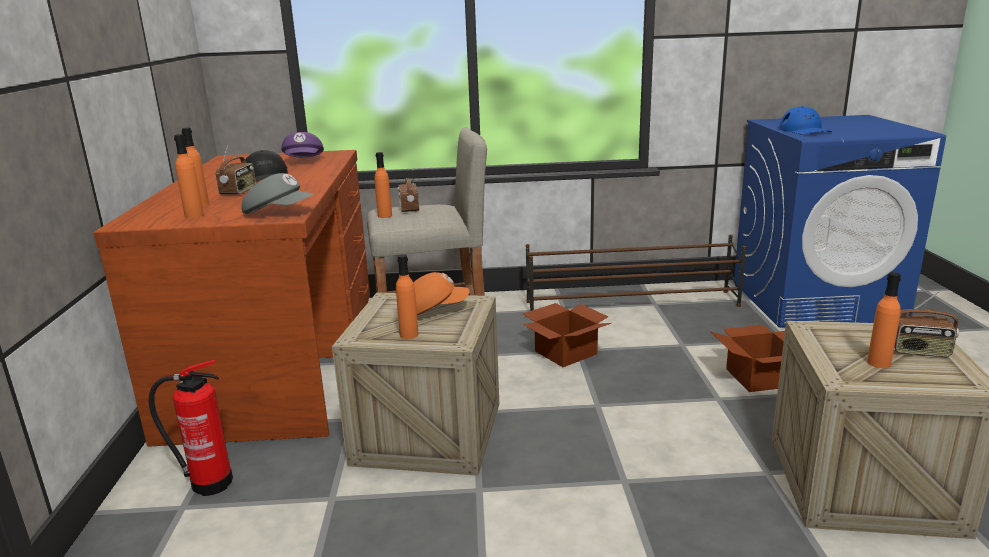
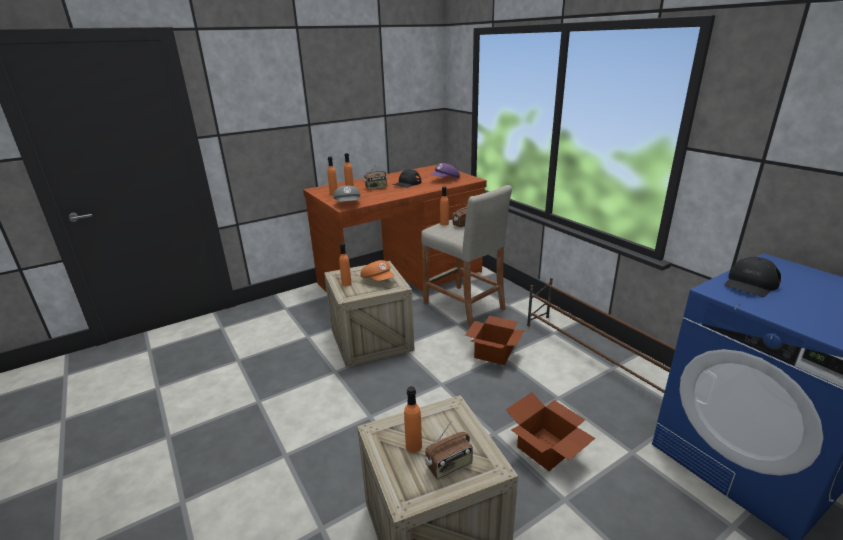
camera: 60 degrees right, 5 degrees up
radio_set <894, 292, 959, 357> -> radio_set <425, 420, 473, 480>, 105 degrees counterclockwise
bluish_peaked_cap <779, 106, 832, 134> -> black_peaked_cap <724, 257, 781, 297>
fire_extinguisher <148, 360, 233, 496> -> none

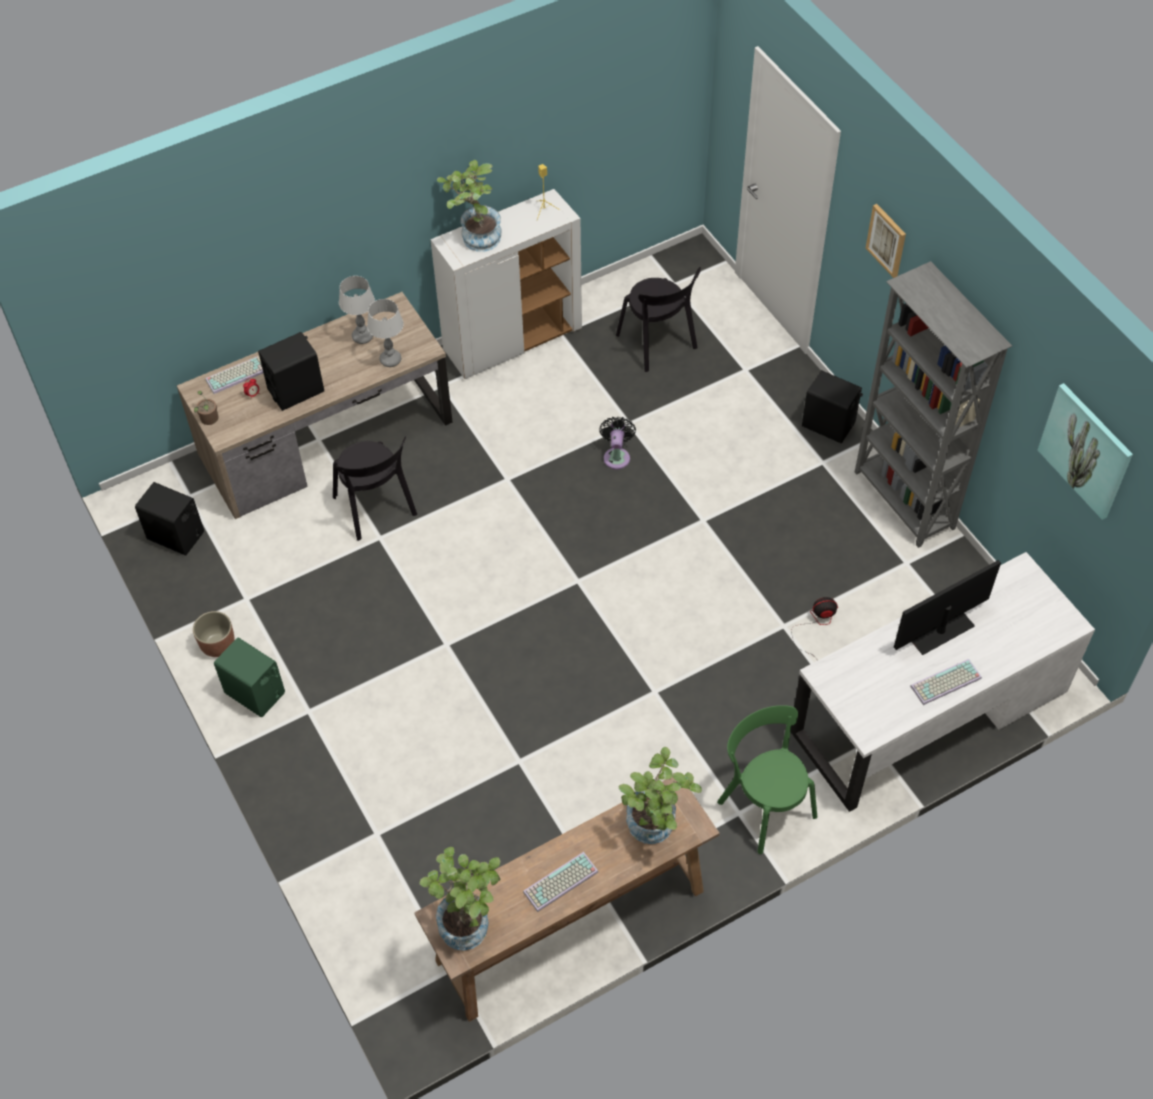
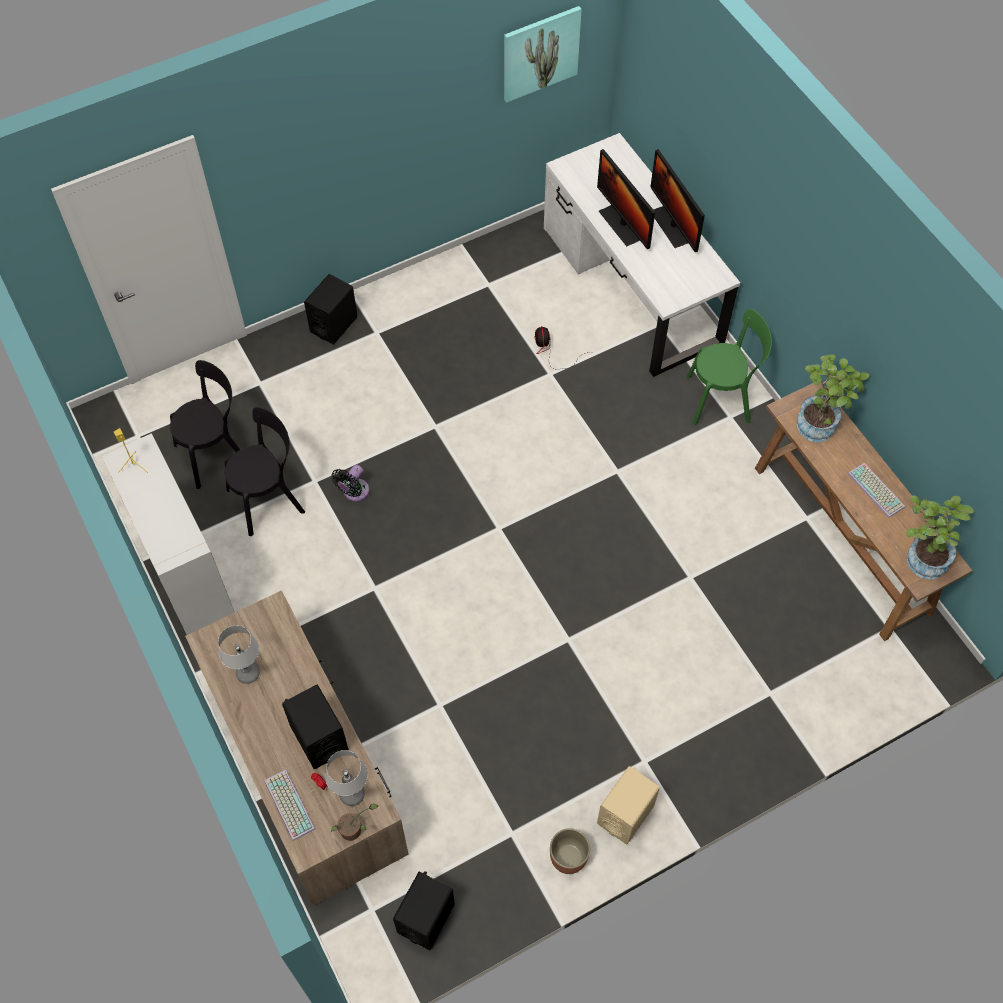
camera: 90 degrees left, 5 degrees up
black_plain_chair <333, 436, 417, 541> -> black_plain_chair <225, 407, 305, 536>, move
tabletop_lamp <367, 299, 404, 367> -> tabletop_lamp <325, 750, 368, 806>, move
black_cooling_fan <599, 416, 636, 469> -> black_cooling_fan <331, 465, 369, 501>, 60 degrees counterclockwise
green-coloured_speaker <214, 637, 285, 717> -> sand-coloured_speaker <597, 766, 660, 844>
computer_keyboard <910, 659, 982, 705> -> computer_display <651, 149, 705, 252>
green-coloured_plain_chair <717, 705, 817, 854> -> green-coloured_plain_chair <686, 309, 772, 425>, 150 degrees counterclockwise
plant_in_a_pot <437, 160, 502, 252> -> none
grey_bookcase <855, 261, 1012, 548> -> none
wall_picture <866, 204, 906, 278> -> none

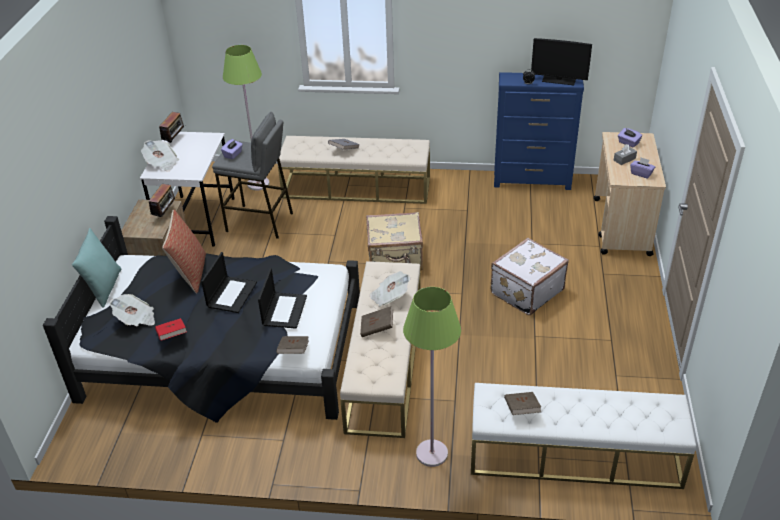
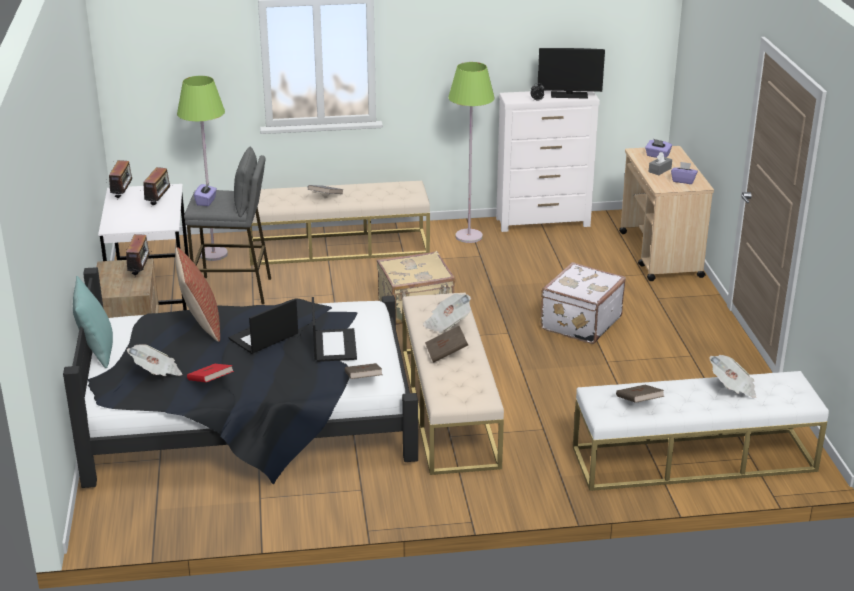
camera: 15 degrees left, 10 degrees down
none -> radio_set <143, 167, 170, 206>
notebook_computer <201, 252, 257, 313> -> notebook_computer <228, 299, 298, 354>, 135 degrees counterclockwise
green-coloured_floor_lamp <403, 287, 461, 467> -> green-coloured_floor_lamp <448, 62, 495, 243>, move
bluish_dresser <494, 72, 584, 190> -> white_dresser <496, 91, 600, 232>
printed_paper <141, 140, 179, 171> -> printed_paper <709, 355, 756, 398>, move

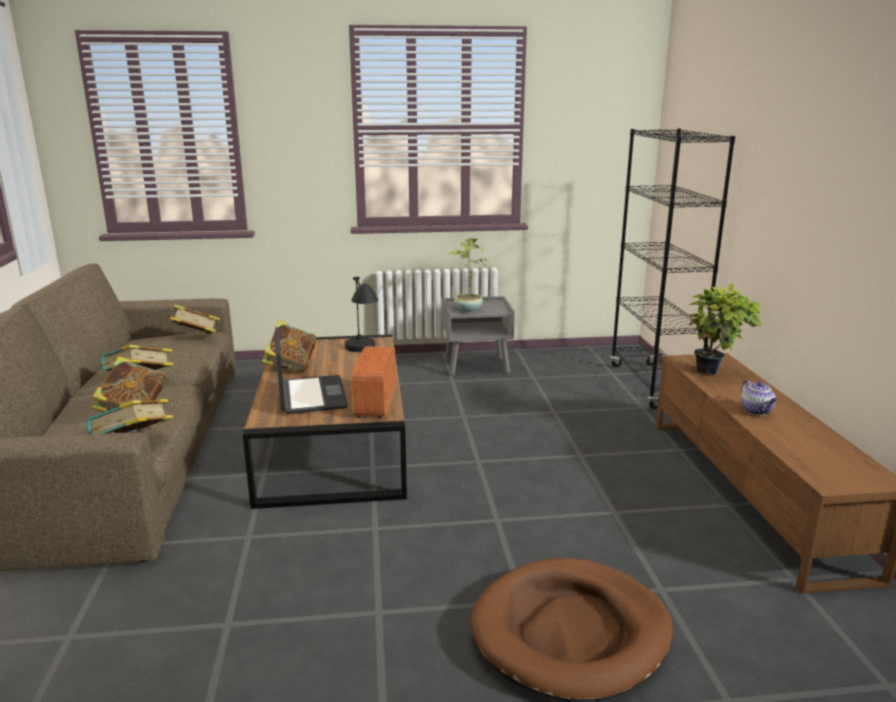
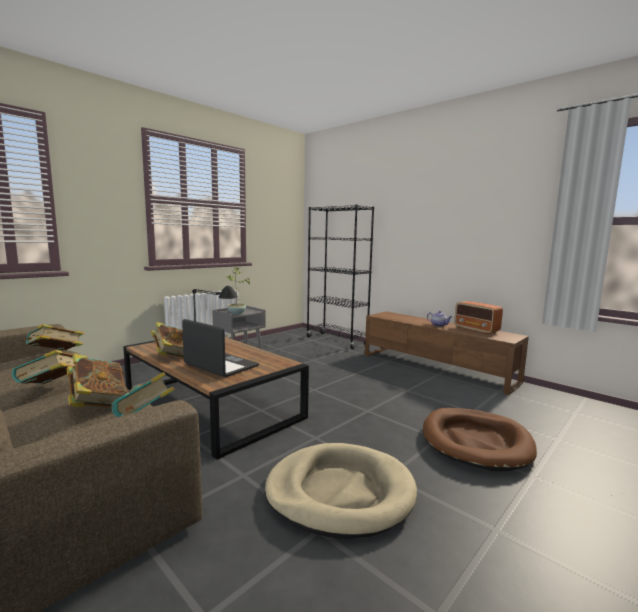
camera: 40 degrees left, 10 degrees down
none -> sand-coloured_dog_bed <265, 443, 417, 539>
radio_set <351, 346, 396, 418> -> radio_set <454, 301, 503, 334>, move
plant_in_a_pot <689, 283, 762, 375> -> none

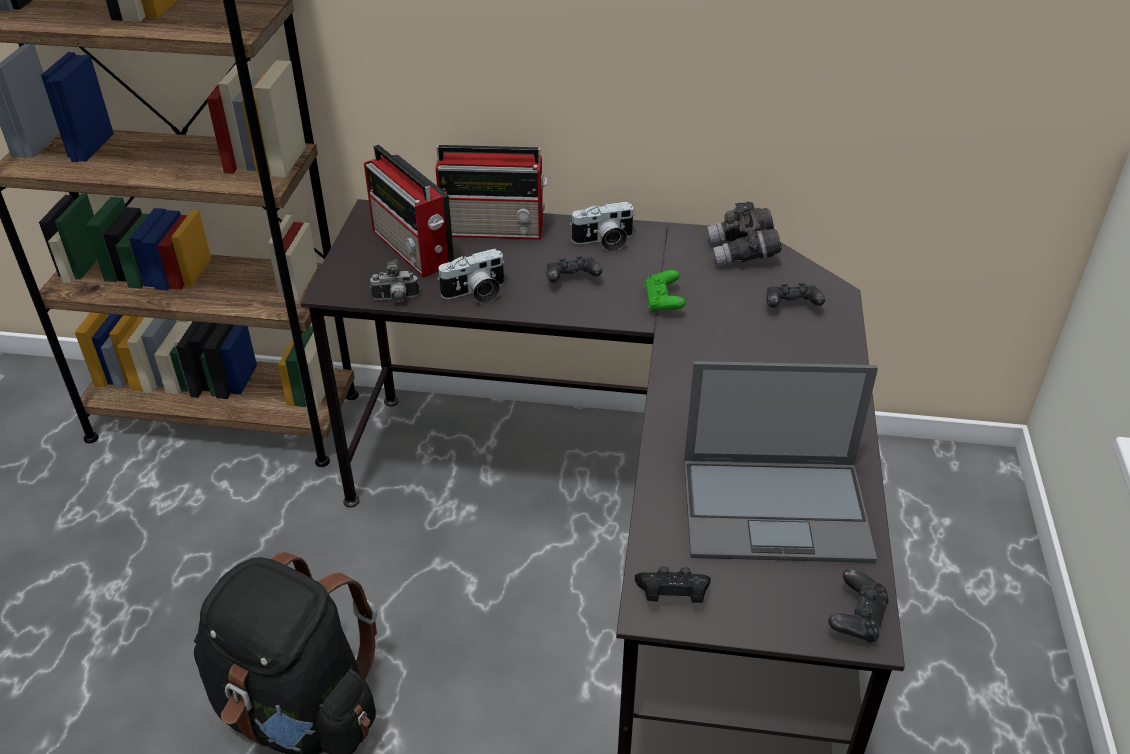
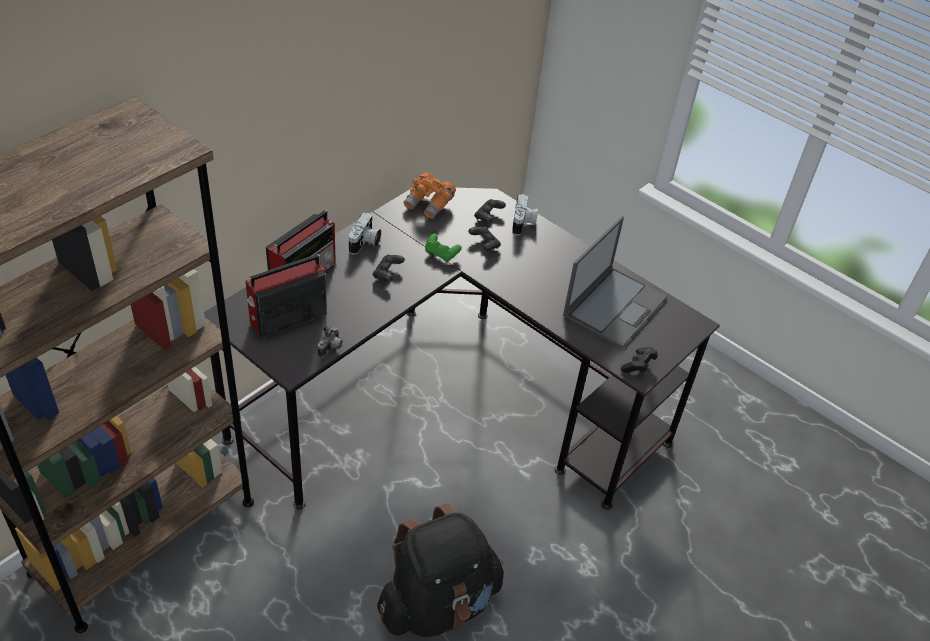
camera: 60 degrees left, 5 degrees up
radio_set <364, 144, 454, 278> -> radio_set <245, 254, 327, 338>, 150 degrees clockwise
grey_field_glasses <707, 202, 782, 266> -> orange-coloured_field_glasses <403, 172, 456, 219>
black_joypad <828, 569, 889, 643> -> black_joypad <468, 226, 501, 251>, move
photo_camera <437, 249, 505, 303> -> photo_camera <512, 194, 538, 235>, move

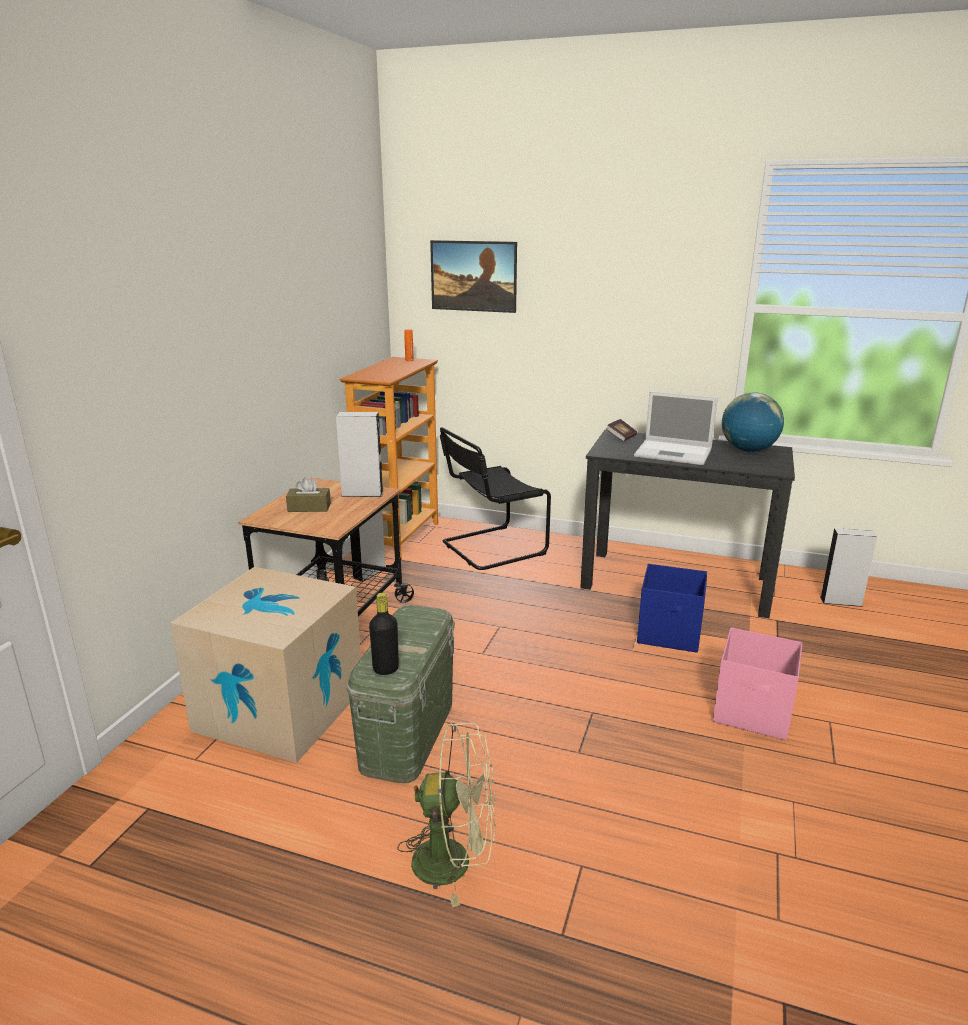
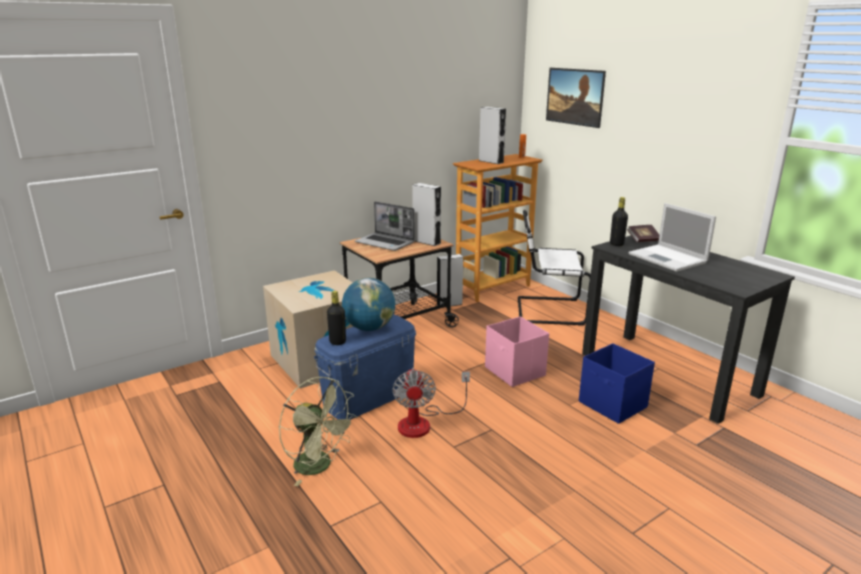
camera: 35 degrees right, 0 degrees up
green-coloured_storage_container <346, 605, 455, 783> -> bluish_storage_container <314, 315, 416, 420>
world_globe <722, 392, 784, 452> -> world_globe <342, 278, 395, 331>, move
brown-coloured_tissue_holder <286, 477, 331, 512> -> notebook_computer <355, 201, 415, 251>
none -> cooling_fan <392, 368, 470, 438>
grey_speaker <820, 528, 877, 607> -> grey_speaker <479, 107, 506, 164>, move
pinkish_storage_container <713, 627, 803, 741> -> pinkish_storage_container <485, 316, 549, 387>, move
black_plain_chair <440, 427, 551, 570> -> white_plain_chair <518, 210, 591, 326>
none -> black_bottle <610, 197, 628, 246>

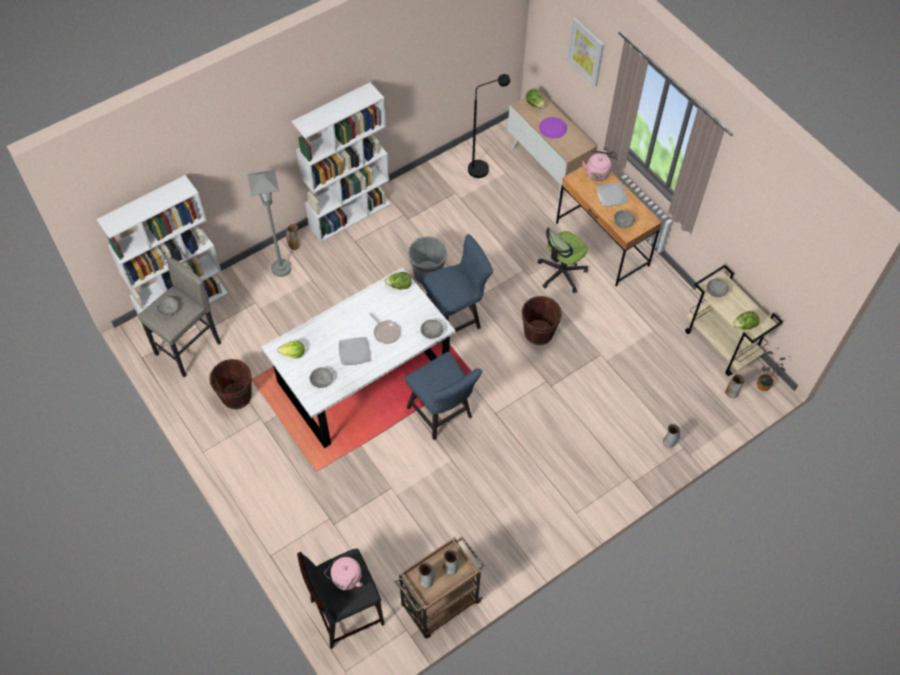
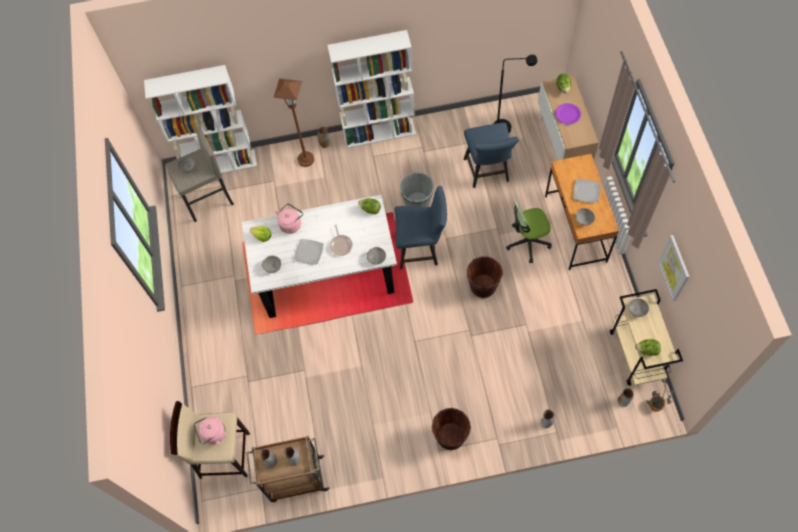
camera: 30 degrees right, 5 degrees up
black_stool <297, 549, 385, 649> -> sand-coloured_stool <170, 401, 250, 479>
grey_floor_lamp <248, 170, 291, 277> -> brown-coloured_floor_lamp <274, 78, 314, 167>
pinkish_water_kettle <582, 150, 613, 181> -> pinkish_water_kettle <275, 203, 303, 234>, move
brown-coloured_bucket <209, 359, 252, 409> -> brown-coloured_bucket <432, 408, 471, 450>, move
bluish_plain_chair <404, 352, 482, 440> -> bluish_plain_chair <463, 123, 519, 188>, move
wall_picture <567, 17, 604, 87> -> wall_picture <658, 235, 689, 301>, move

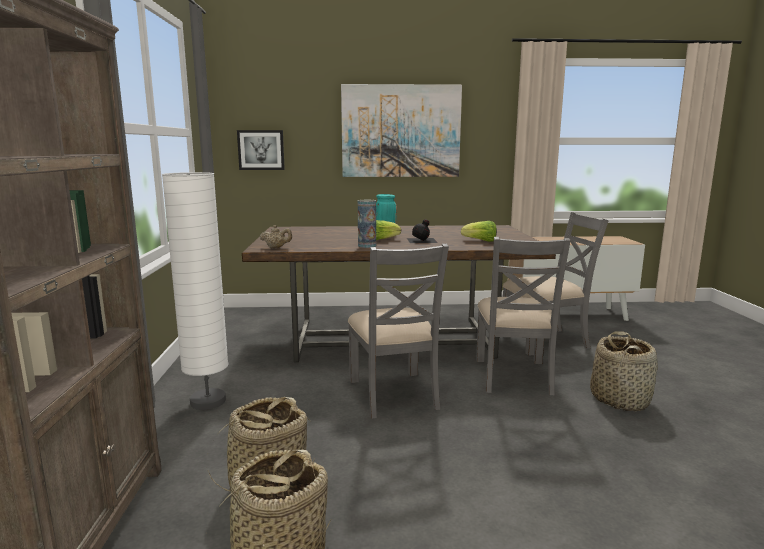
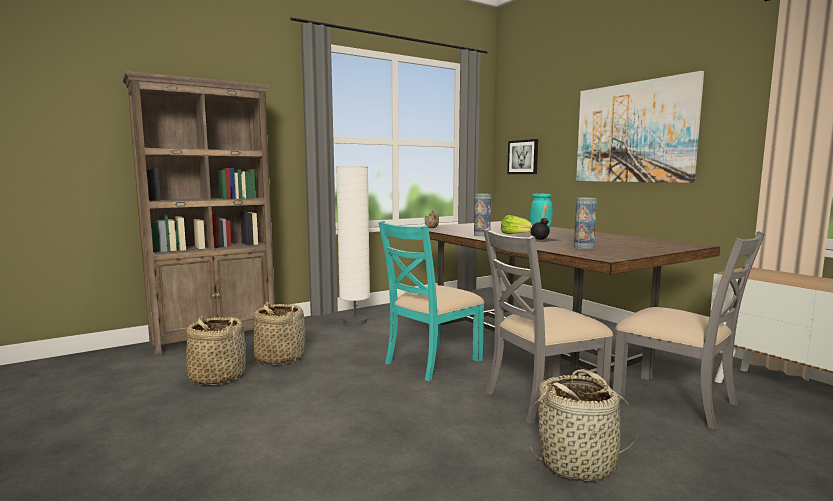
camera: 60 degrees right, 5 degrees down
grey_plain_chair <348, 244, 449, 419> -> blue-green_plain_chair <379, 221, 484, 381>
lettuce <461, 221, 497, 242> -> vase <574, 198, 597, 249>

